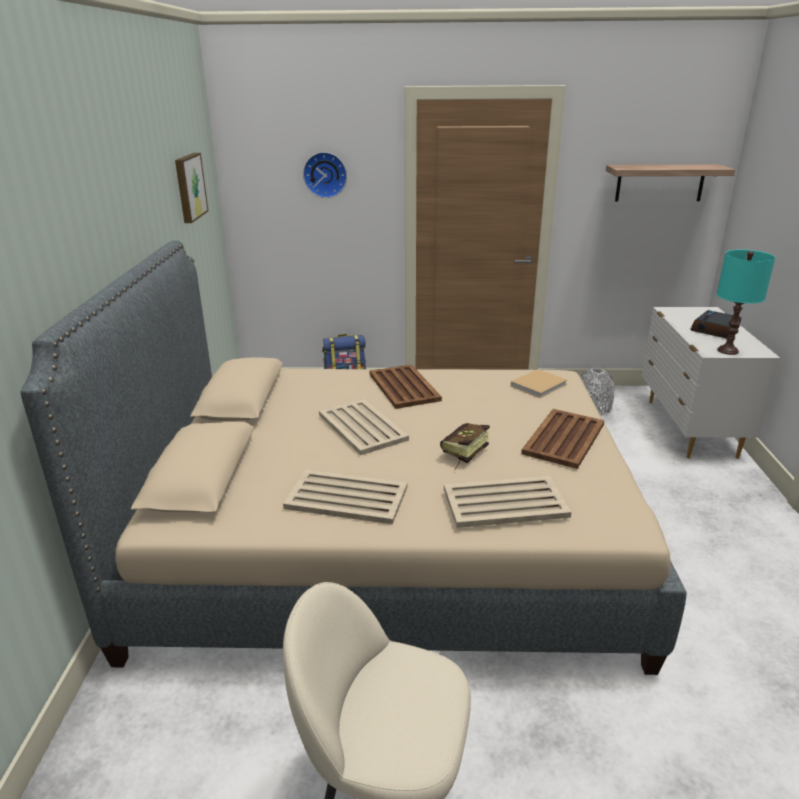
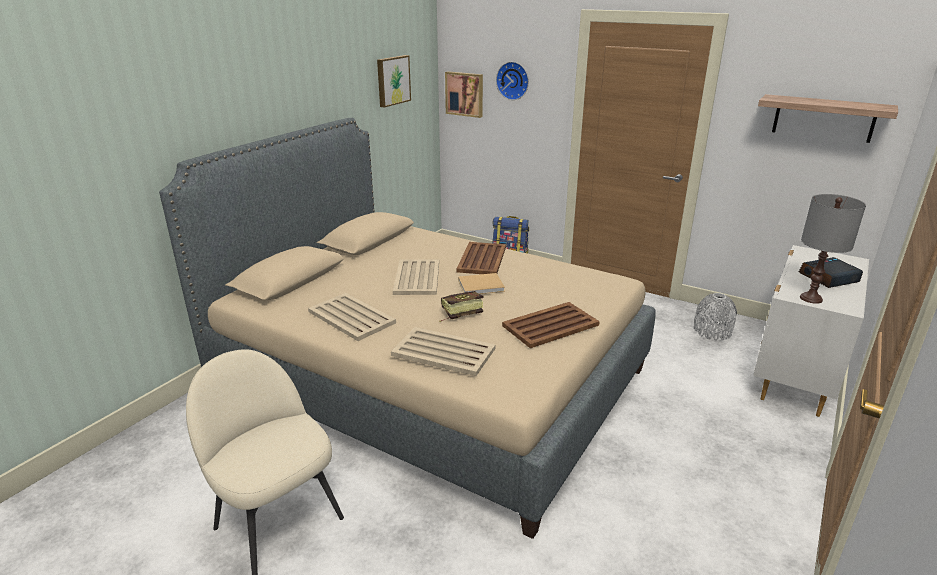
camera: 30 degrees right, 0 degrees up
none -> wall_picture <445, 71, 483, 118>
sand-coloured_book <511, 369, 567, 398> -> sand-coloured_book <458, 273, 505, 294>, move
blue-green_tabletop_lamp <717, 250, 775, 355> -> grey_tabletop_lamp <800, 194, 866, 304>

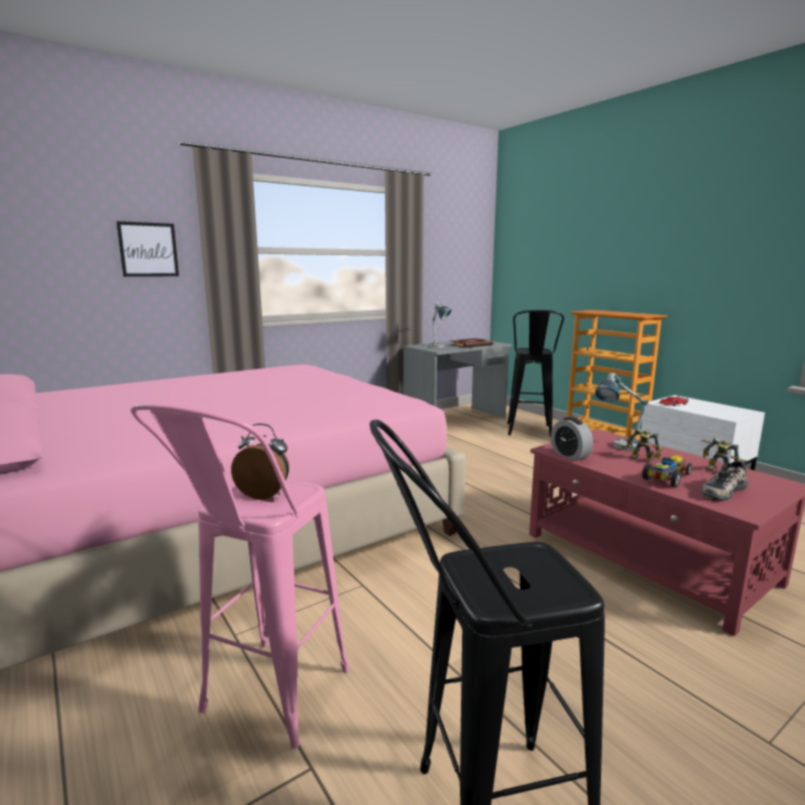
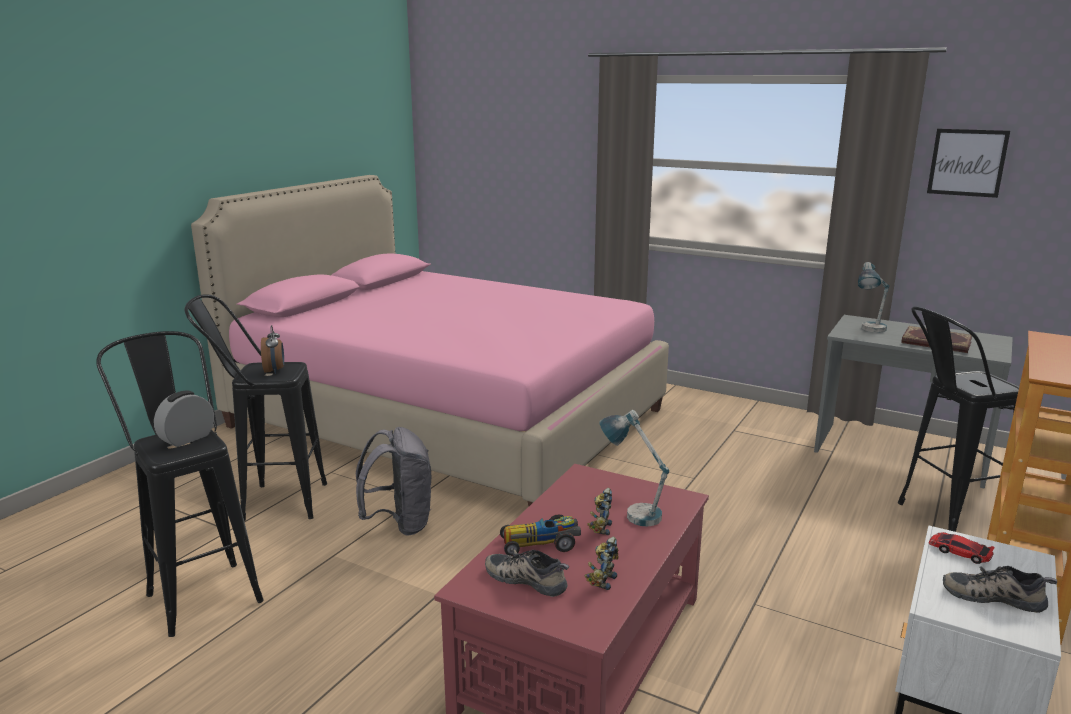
camera: 65 degrees right, 5 degrees up
table_clock <551, 417, 593, 461> -> table_clock <154, 391, 214, 447>, move
pinkish_stool <130, 403, 350, 749> -> black_stool <184, 294, 327, 521>
none -> grey_backpack <356, 427, 431, 536>
miniature_car <642, 455, 692, 487> -> miniature_car <500, 514, 581, 556>, 150 degrees clockwise
wall_picture <116, 221, 179, 277> -> wall_picture <927, 129, 1010, 198>, move
none -> shoe <943, 566, 1057, 613>

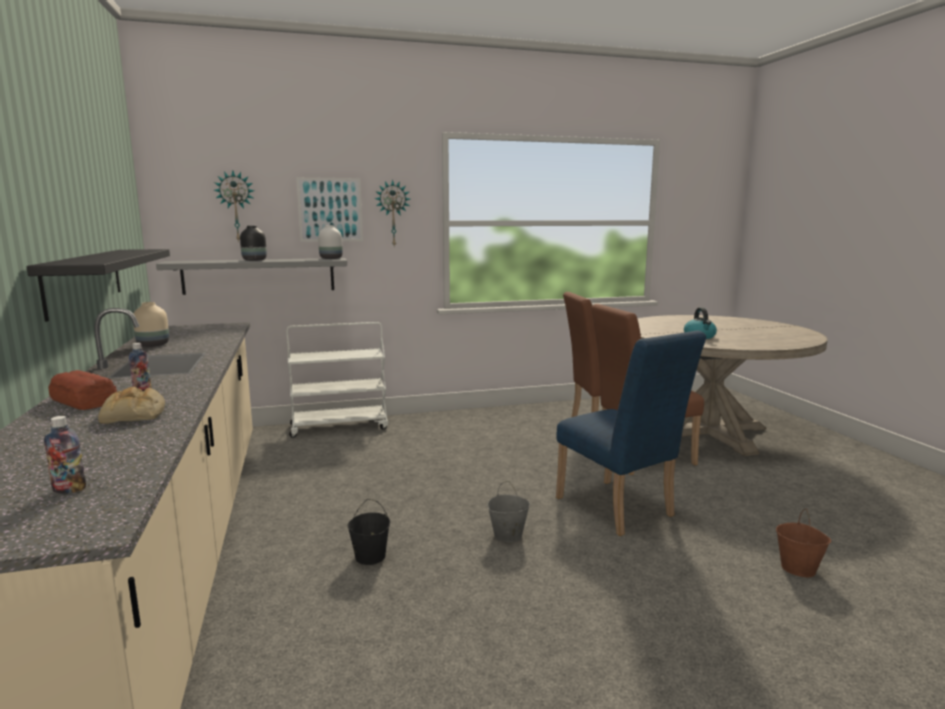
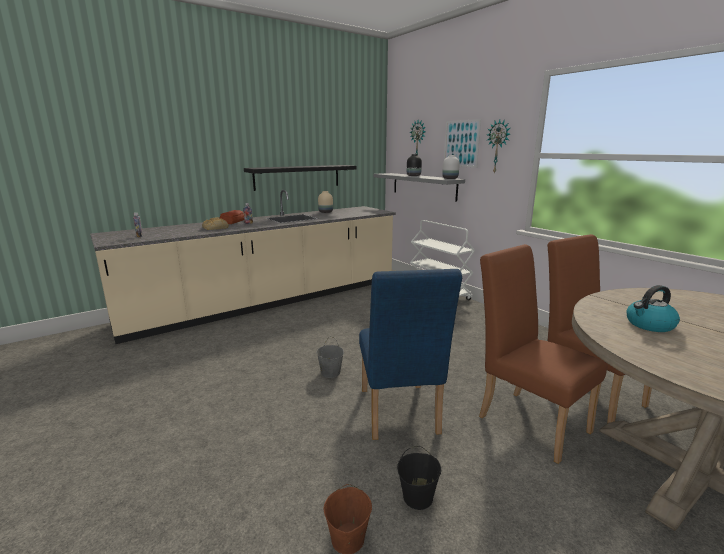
camera: 70 degrees right, 5 degrees up
bluish_plain_chair <556, 331, 706, 536> -> bluish_plain_chair <359, 269, 462, 440>, 45 degrees counterclockwise
black_bucket <348, 499, 390, 565> -> black_bucket <397, 446, 441, 510>, move

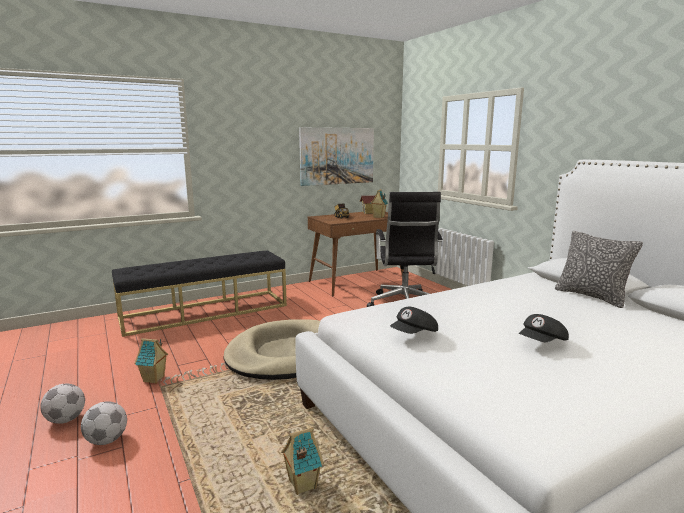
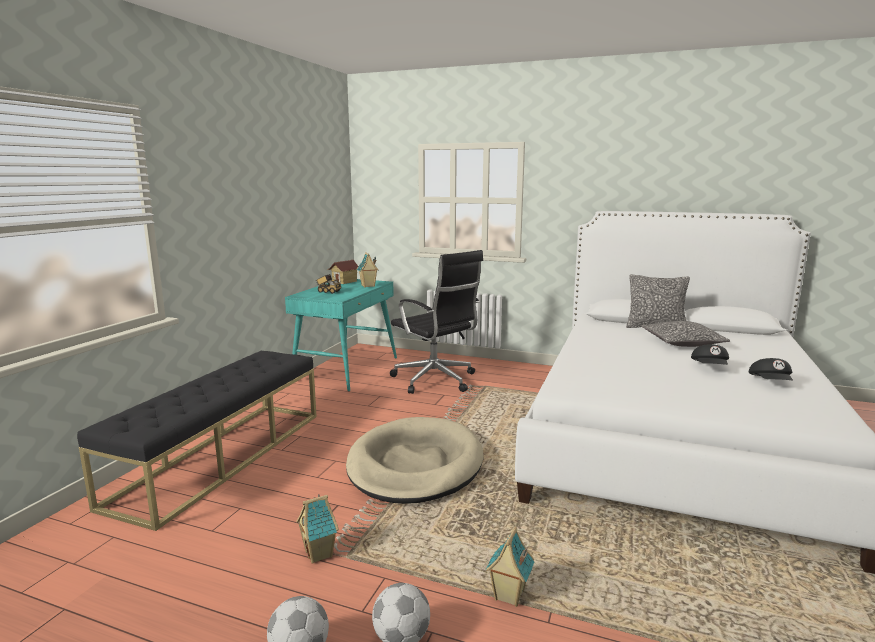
camera: 40 degrees left, 0 degrees up
brown-coloured_desk <308, 212, 404, 296> -> blue-green_desk <285, 279, 397, 392>
toy_house <281, 427, 324, 495> -> toy_house <486, 527, 535, 607>, move
none -> cushion <641, 321, 730, 347>
black_peaked_cap <390, 307, 438, 334> -> black_peaked_cap <749, 358, 793, 381>, move
wall_picture <299, 127, 374, 186> -> none

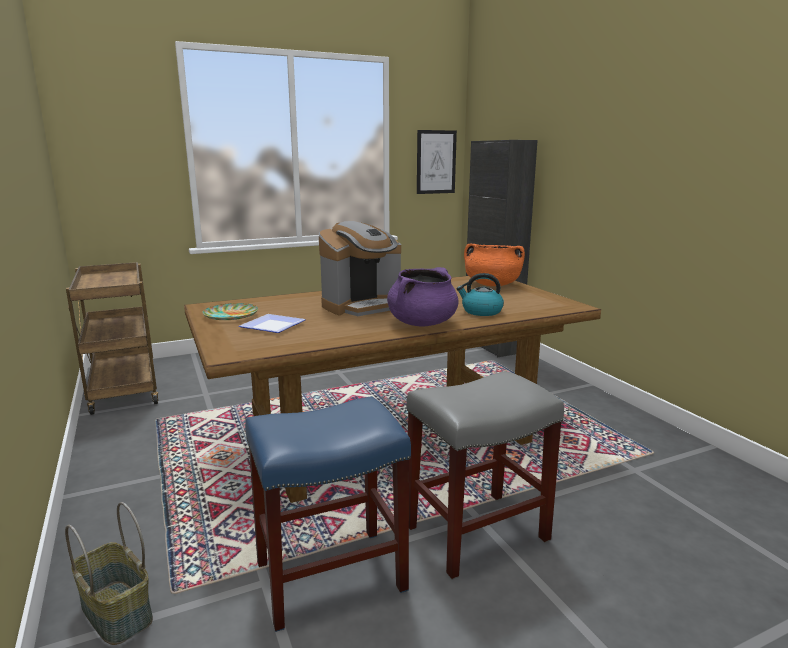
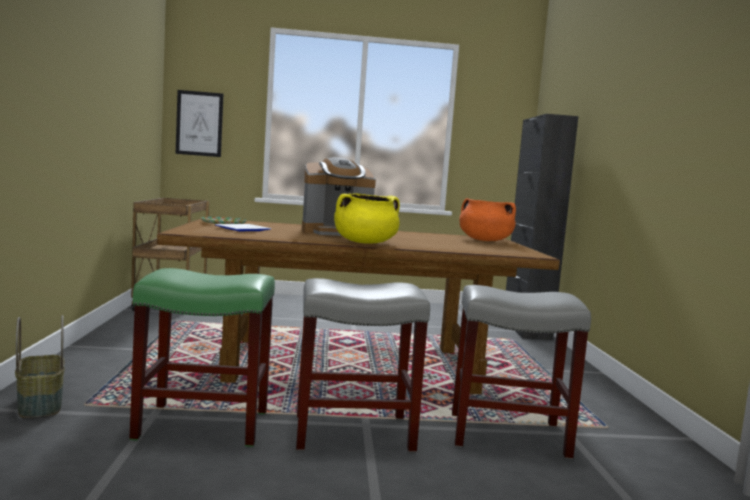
camera: 20 degrees right, 10 degrees down
bluish_stool <245, 396, 411, 632> -> green-coloured_stool <129, 268, 275, 447>
wall_picture <417, 130, 457, 194> -> wall_picture <176, 90, 224, 157>, move
purple-coloured_saucepot <387, 267, 459, 326> -> yellow_saucepot <334, 193, 400, 243>
none -> grey_stool <452, 285, 591, 460>
water_kettle <456, 273, 504, 316> -> none

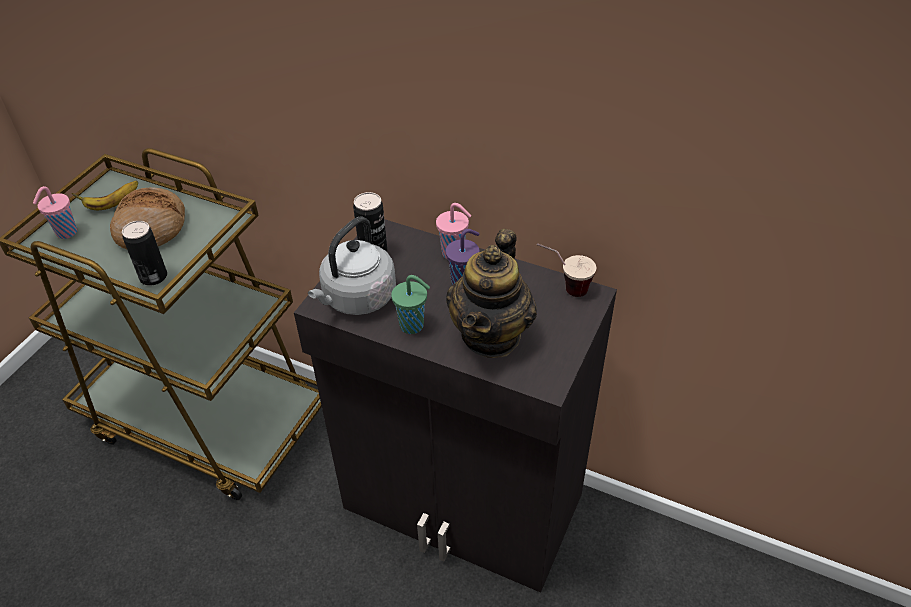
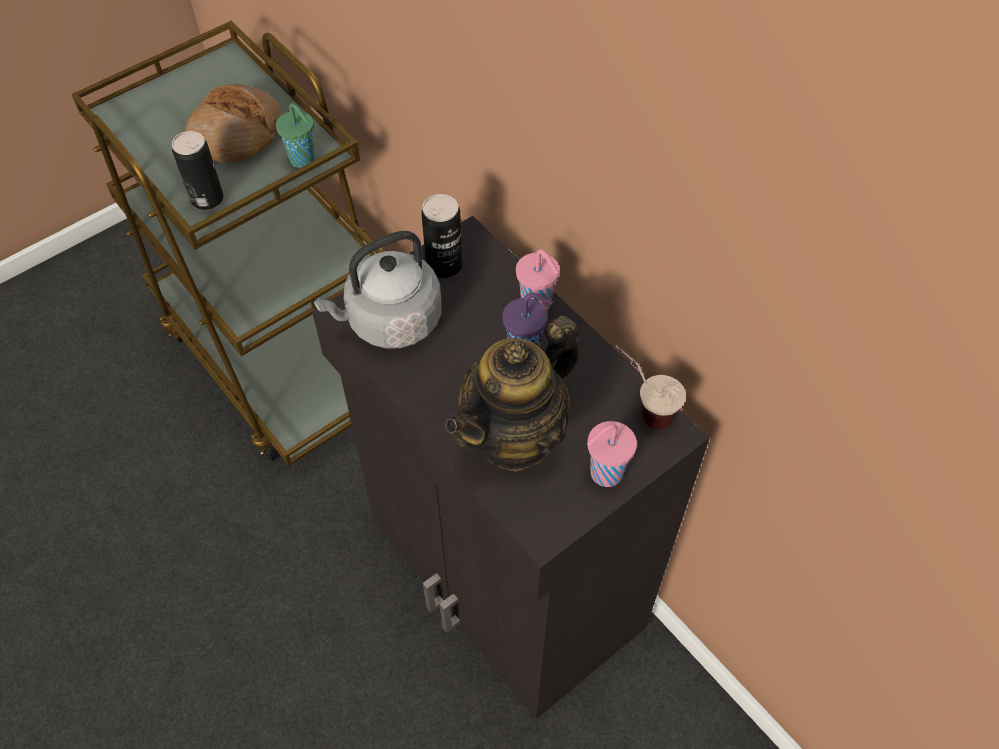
camera: 25 degrees right, 10 degrees up
green-coloured_drinking_cup <391, 275, 430, 334> -> green-coloured_drinking_cup <276, 103, 315, 168>, move
pinkish_drinking_cup <33, 186, 77, 239> -> pinkish_drinking_cup <587, 421, 637, 487>, move
banana <71, 180, 138, 210> -> none

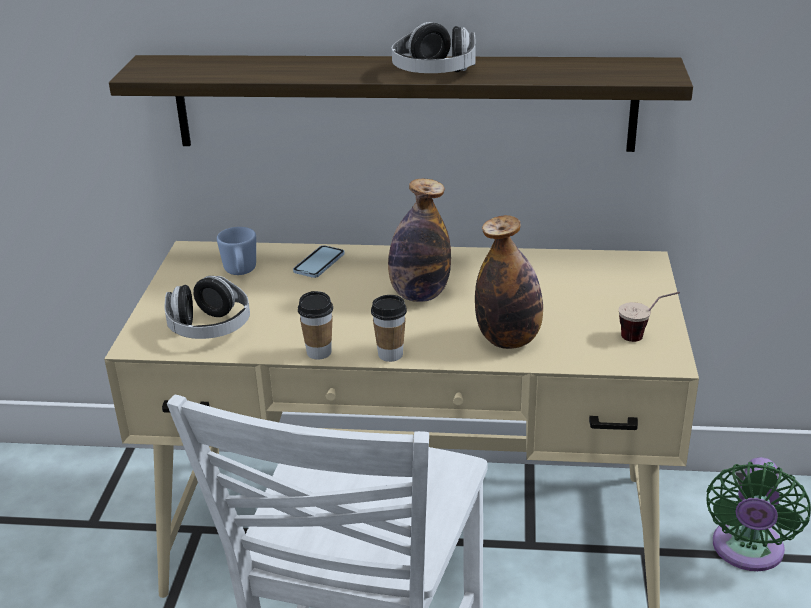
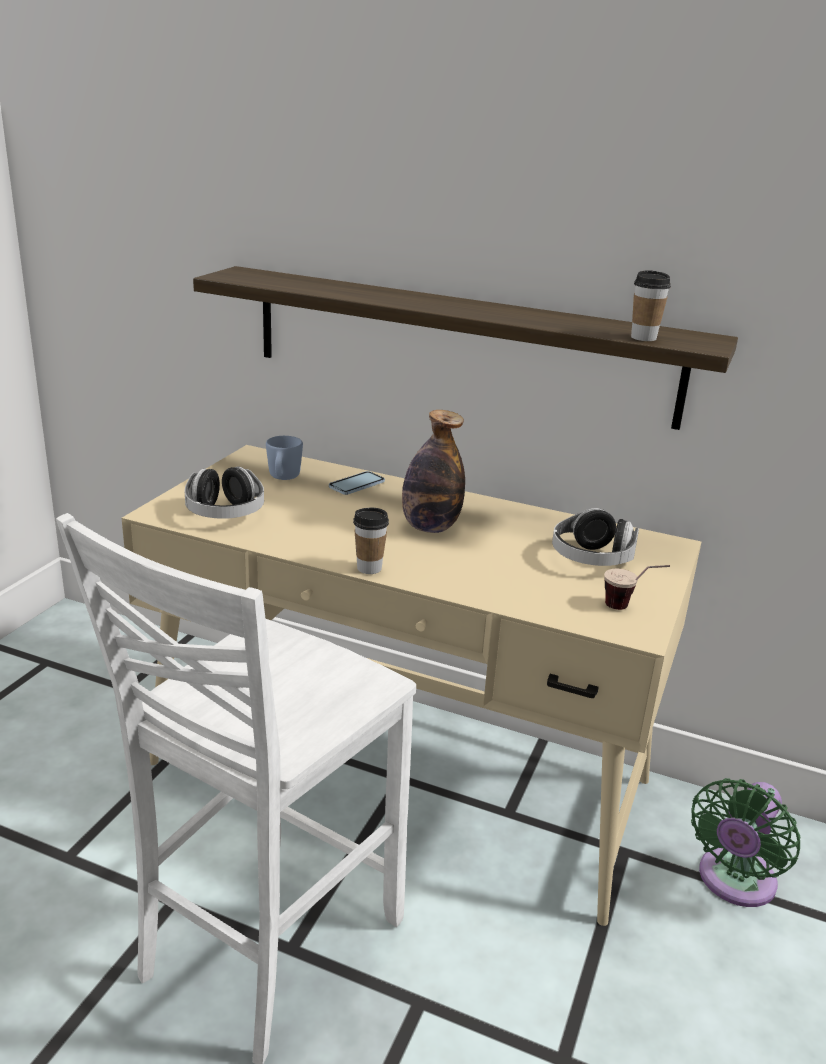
camera: 15 degrees right, 5 degrees down
headset <392, 22, 476, 73> -> headset <552, 508, 639, 566>, move
drinking_cup <298, 291, 333, 360> -> drinking_cup <631, 271, 671, 341>, move
bottle <475, 215, 543, 349> -> none

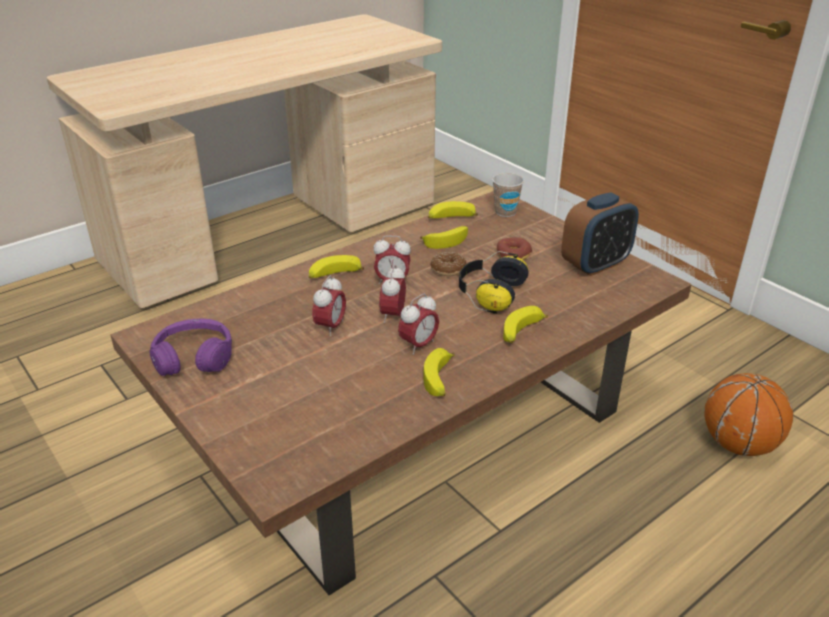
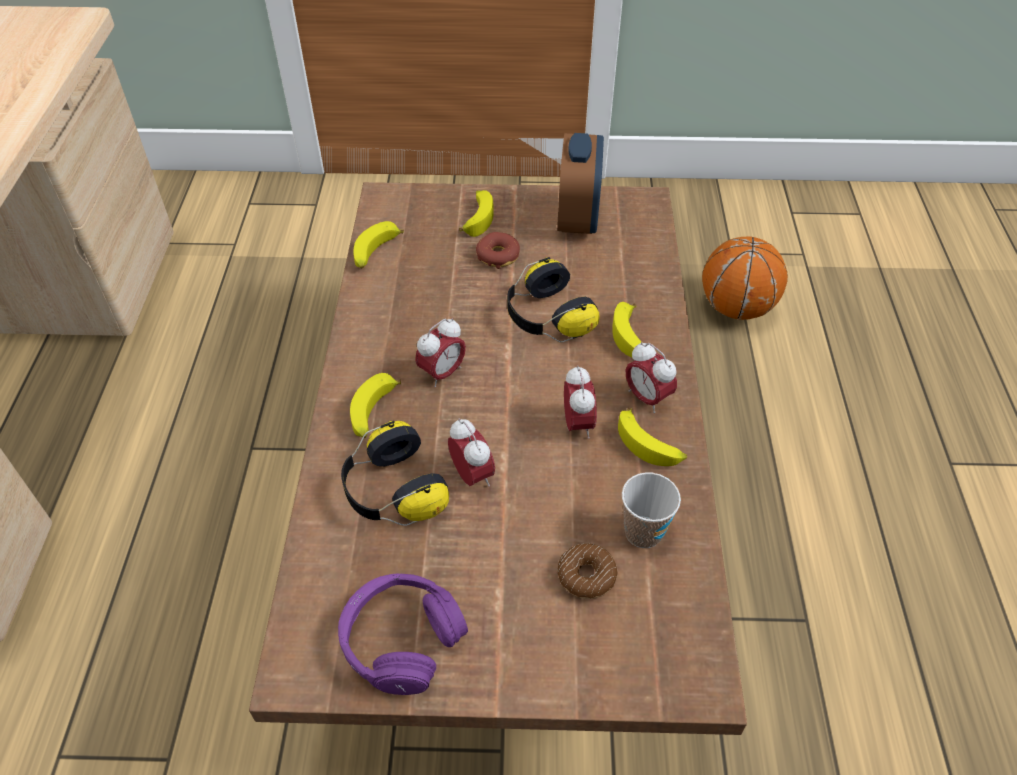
camera: 50 degrees left, 15 degrees up
none -> headset <341, 421, 449, 526>
banana <420, 226, 468, 249> -> banana <459, 190, 494, 237>, move
ring_doughnut <431, 252, 467, 276> -> ring_doughnut <557, 543, 618, 599>, move
drinking_cup <492, 173, 524, 217> -> drinking_cup <622, 472, 681, 548>, move
table_clock <379, 265, 406, 323> -> table_clock <626, 342, 677, 413>, move

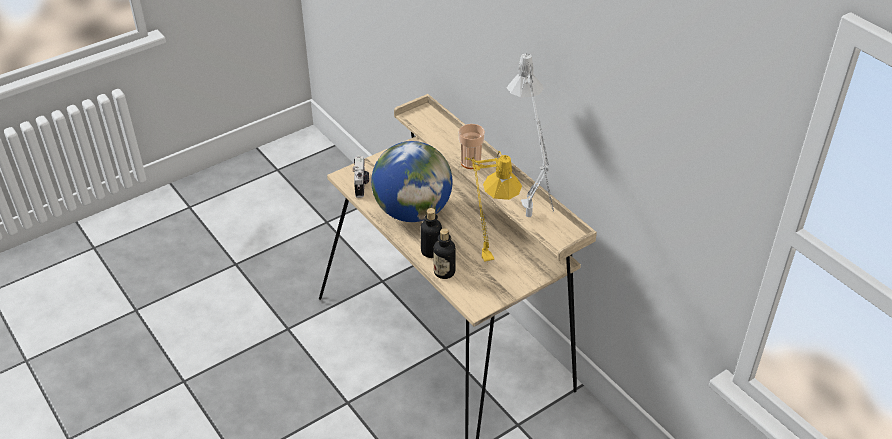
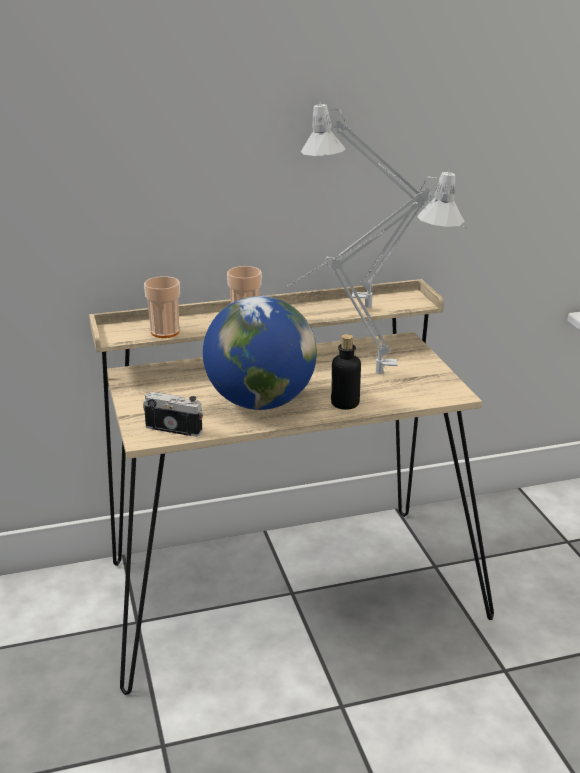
camera: 70 degrees left, 15 degrees down
none -> drinking_cup <144, 276, 180, 338>
yellow_tabletop_lamp <465, 151, 522, 265> -> grey_tabletop_lamp <286, 169, 465, 375>
bottle <433, 228, 456, 279> -> none

